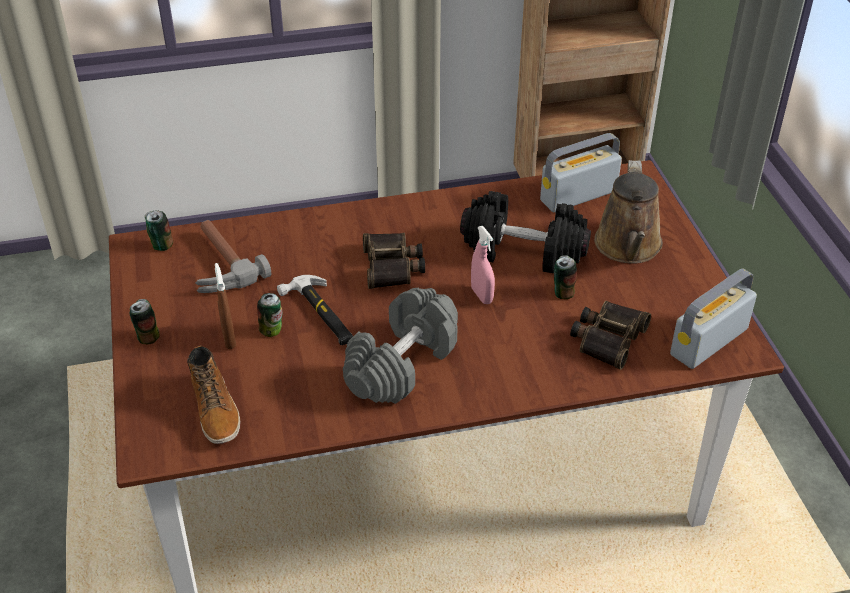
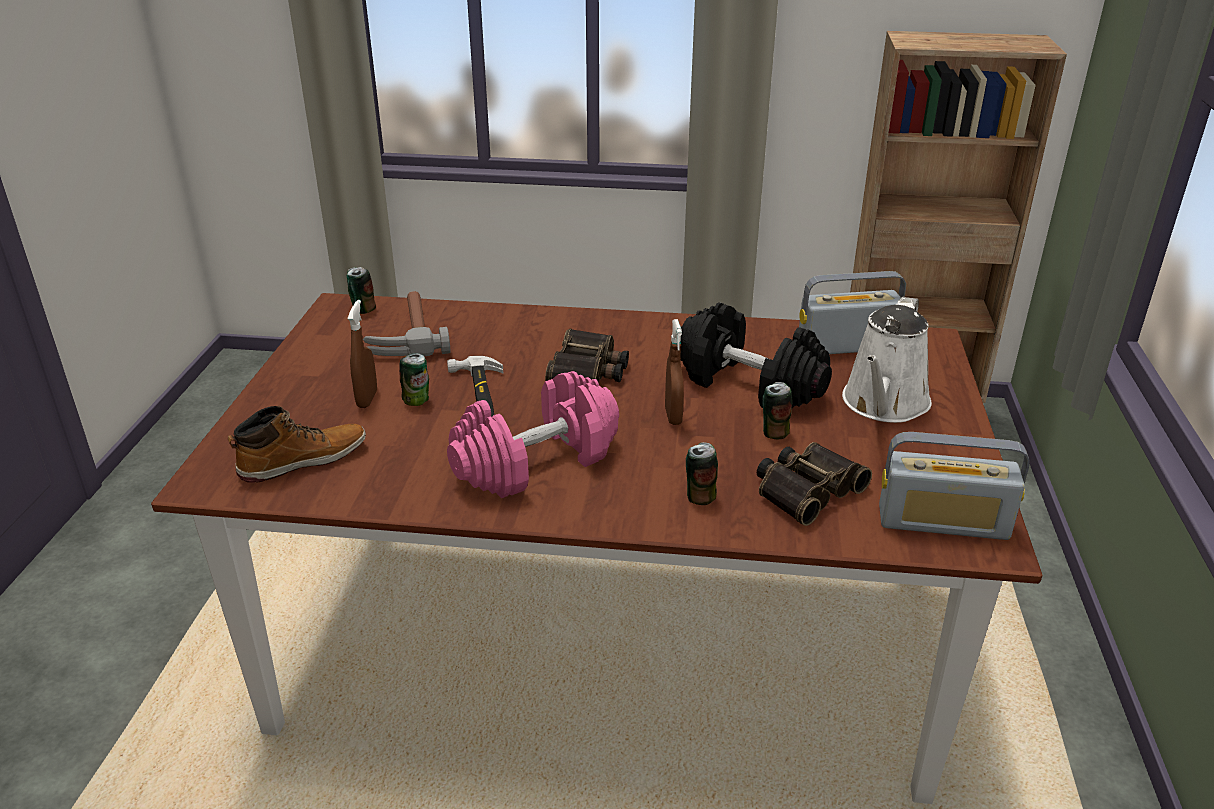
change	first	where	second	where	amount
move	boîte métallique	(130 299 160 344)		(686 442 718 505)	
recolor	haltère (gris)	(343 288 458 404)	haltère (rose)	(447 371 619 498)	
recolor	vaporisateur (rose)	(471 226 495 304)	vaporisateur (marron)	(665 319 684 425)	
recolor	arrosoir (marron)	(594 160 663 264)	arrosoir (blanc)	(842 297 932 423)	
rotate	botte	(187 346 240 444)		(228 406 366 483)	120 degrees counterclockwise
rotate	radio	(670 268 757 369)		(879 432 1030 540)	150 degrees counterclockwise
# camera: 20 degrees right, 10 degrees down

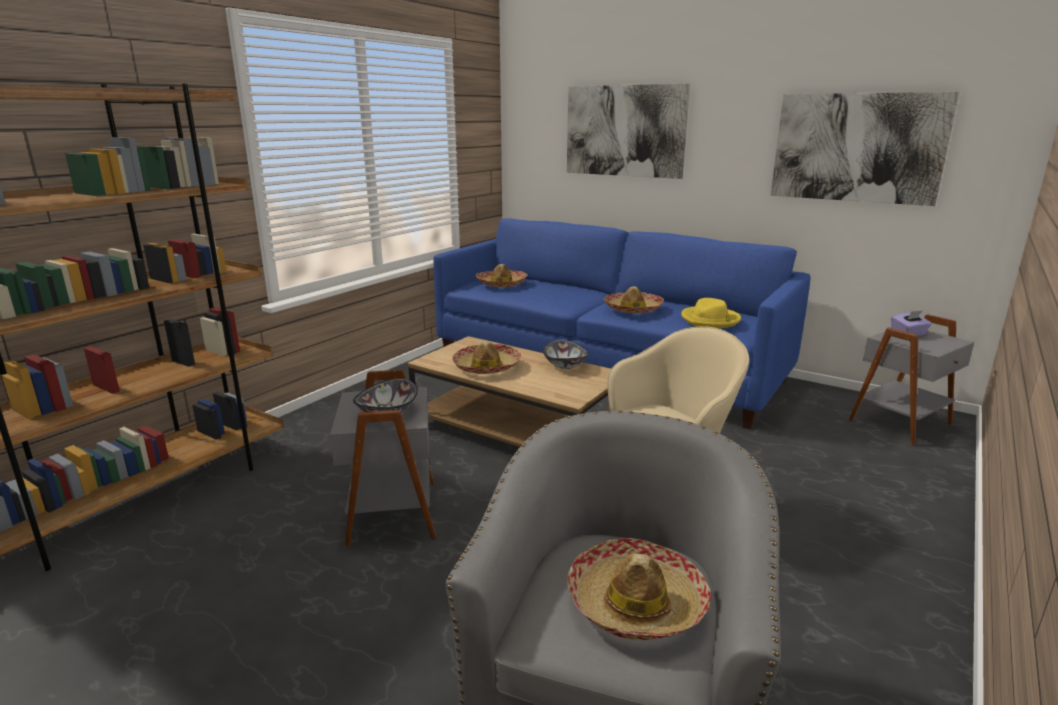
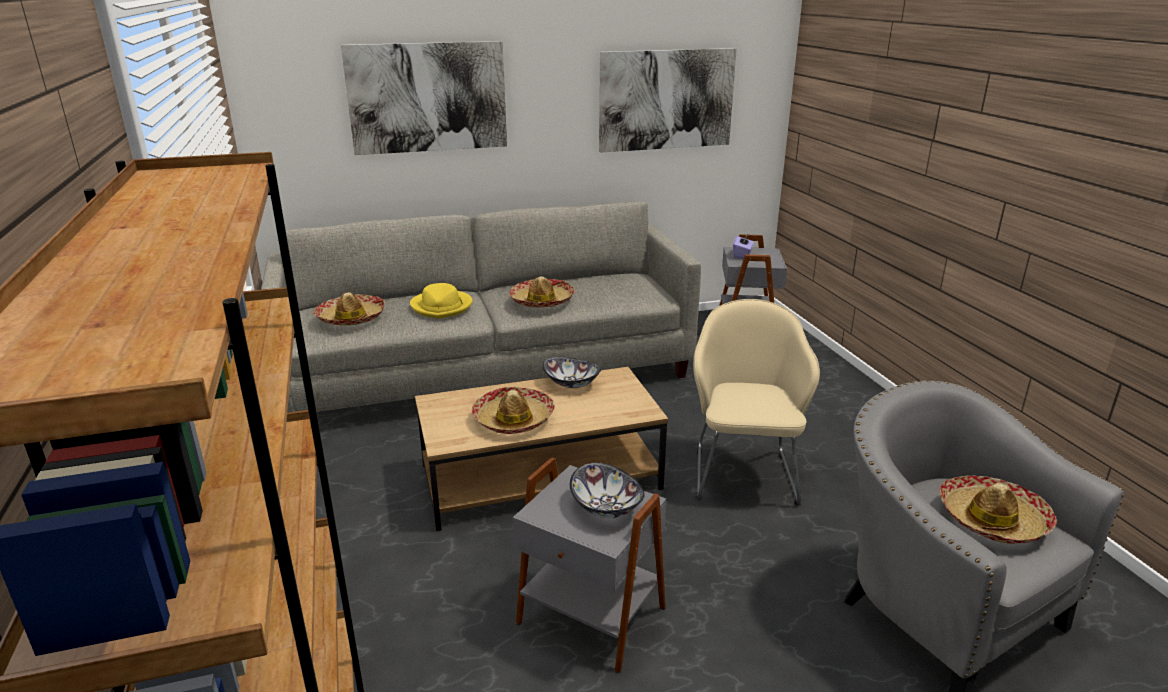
change	first	where	second	where	amount
move	chapeau (jaune)	(681 298 741 328)		(410 283 473 318)	
recolor	canapé (bleu)	(434 218 810 429)	canapé (gris)	(261 201 701 413)	
# camera: 50 degrees left, 5 degrees up

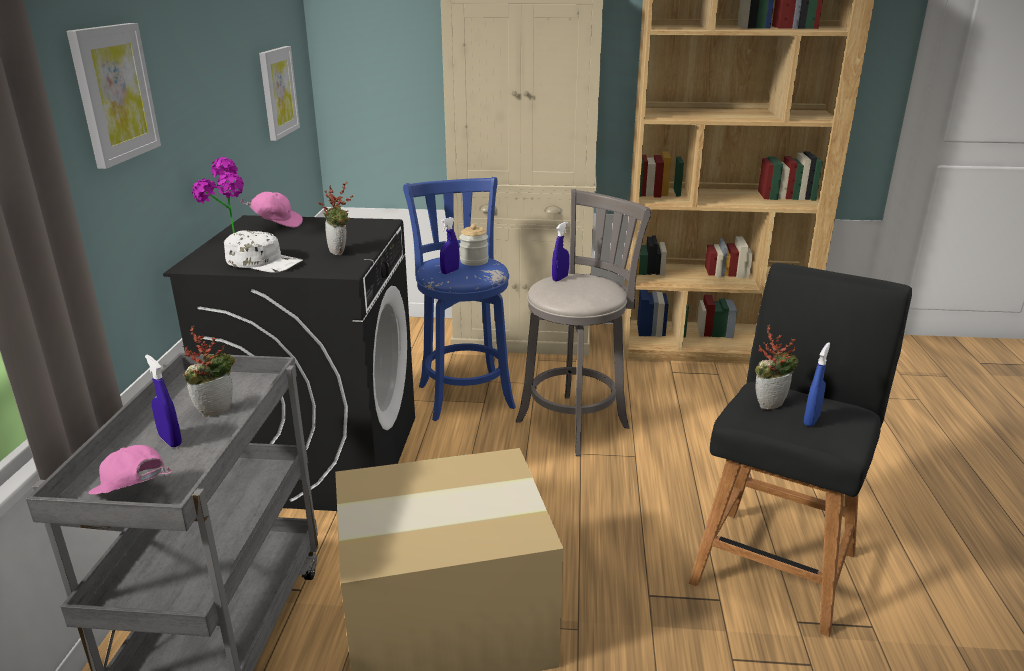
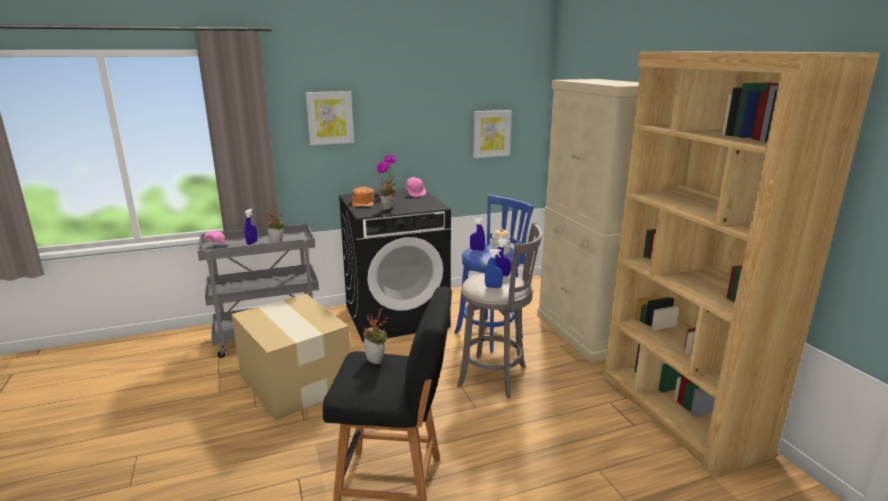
change	first	where	second	where	amount
move	vaporisateur (bleu)	(803 342 830 426)		(485 249 503 288)	
recolor	casquette (blanc)	(224 230 303 273)	casquette (orange)	(352 187 375 207)	
# camera: 65 degrees right, 5 degrees down

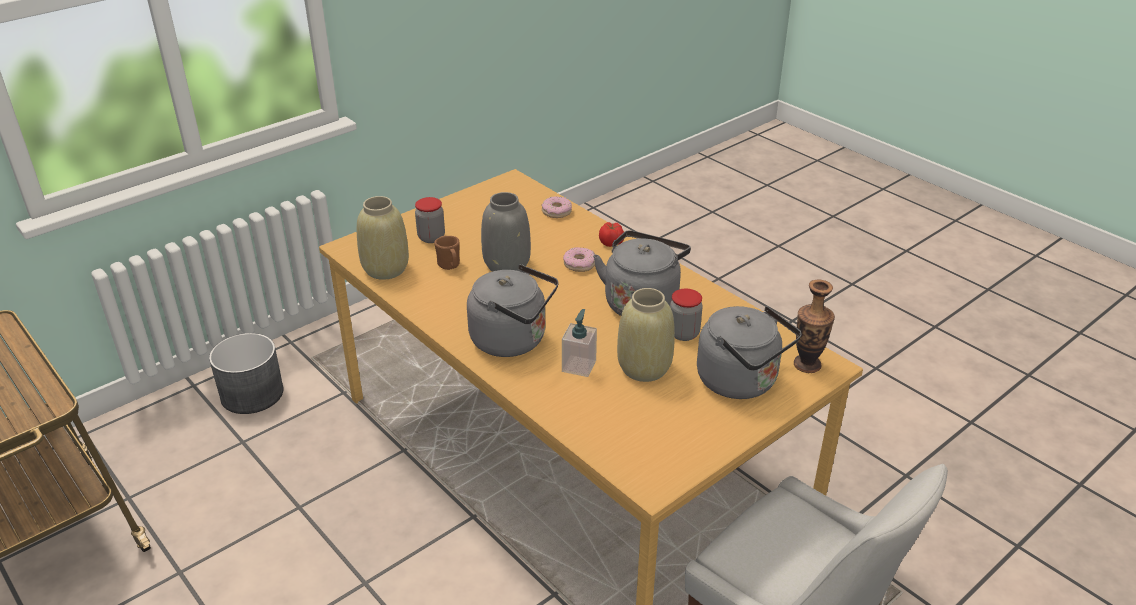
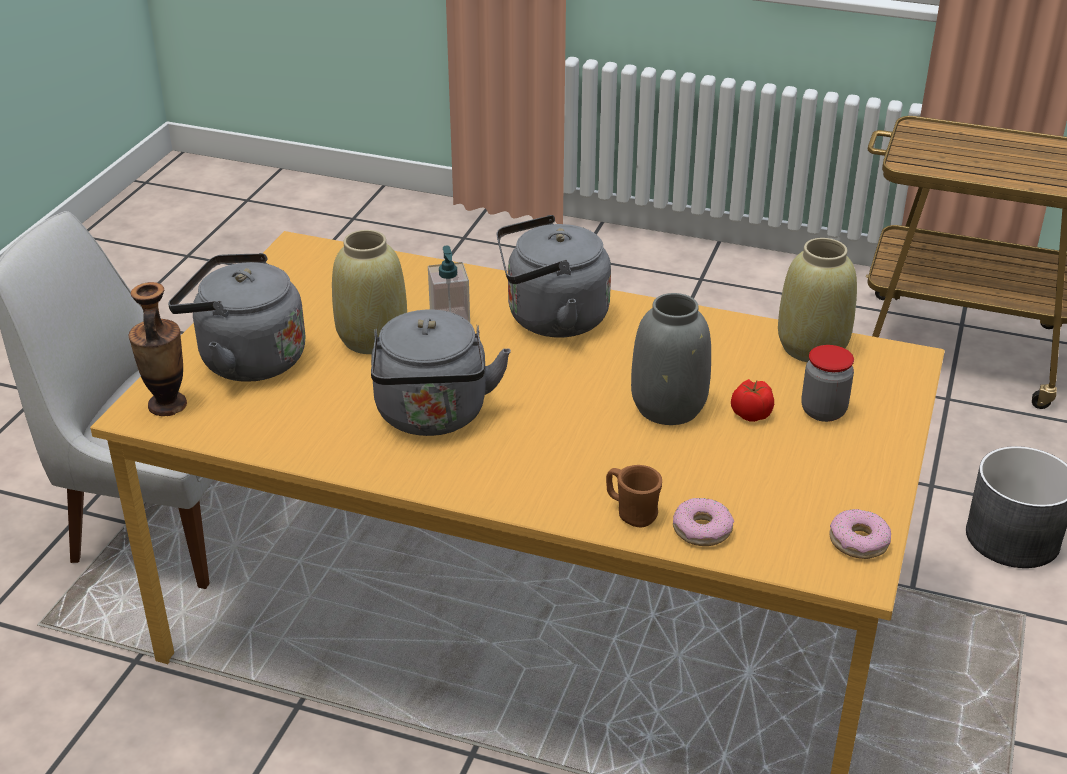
change	first	where	second	where	amount
delete	bocal	(670 289 703 341)			
move	mug (marron)	(434 236 460 270)		(606 465 662 528)	
move	beignet	(563 247 595 272)		(829 509 891 559)	
move	tomate	(599 222 624 247)		(731 379 774 422)	
# camera: 150 degrees right, 0 degrees up

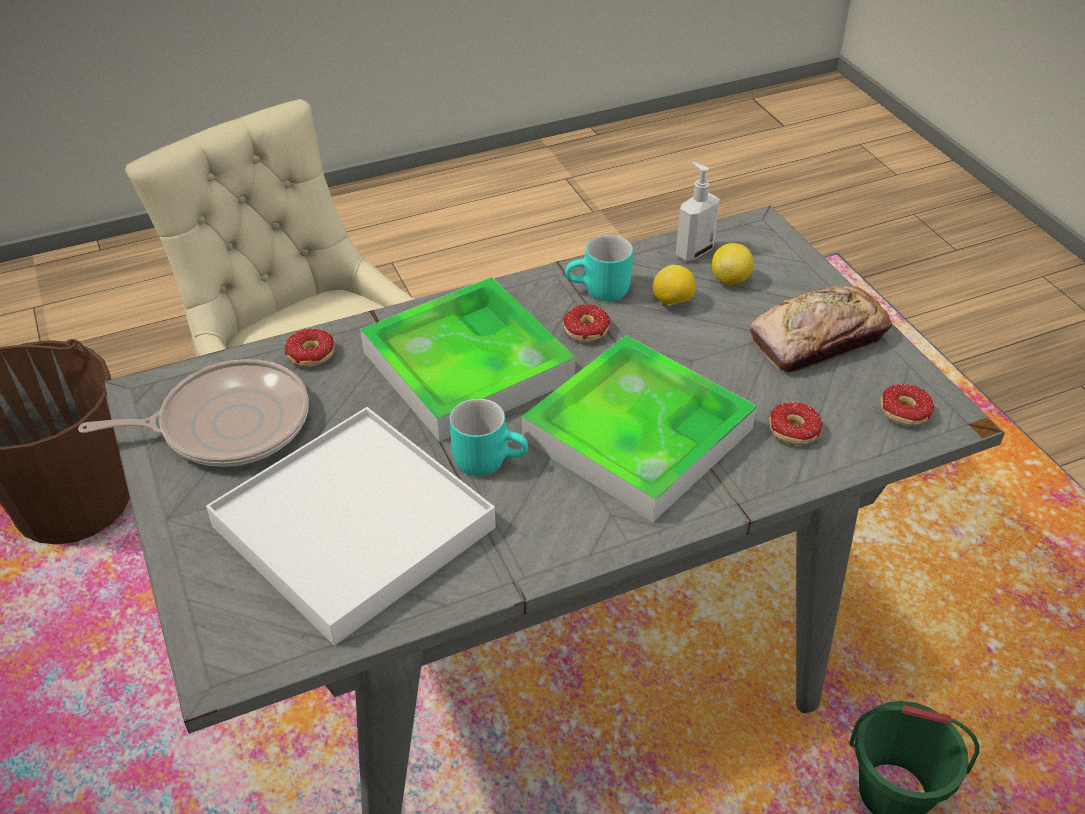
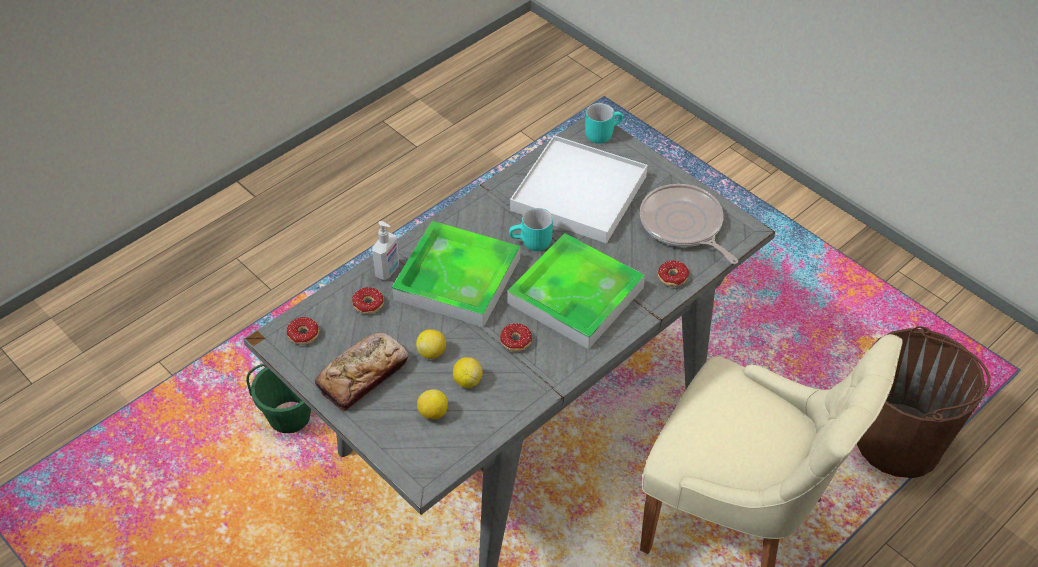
change	first	where	second	where	amount
insert			citron	(416 329 446 359)	
move	mug (turquoise)	(565 235 633 301)		(585 103 623 144)	
move	distributeur de savon	(676 162 720 261)		(372 221 399 280)	
rotate	poêle	(78 359 309 467)		(640 184 738 264)	90 degrees clockwise
# camera: 160 degrees right, 5 degrees up

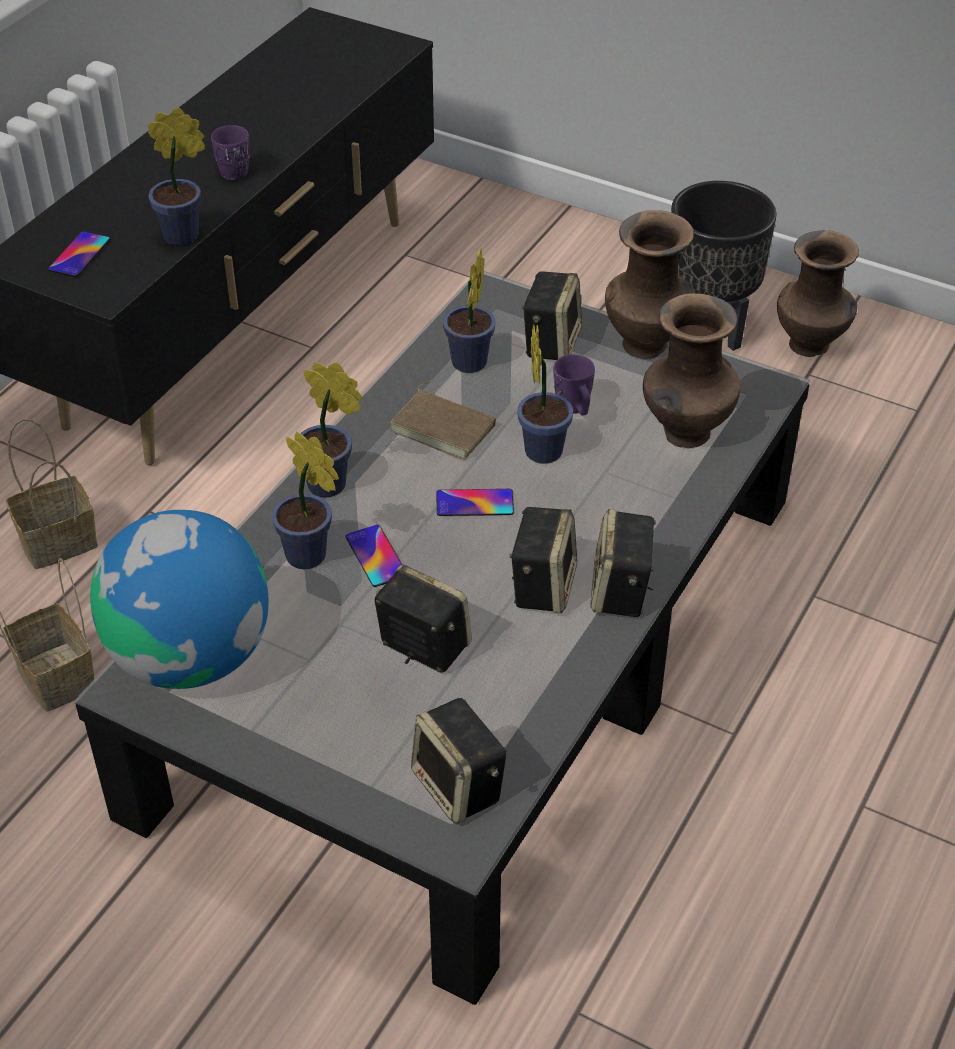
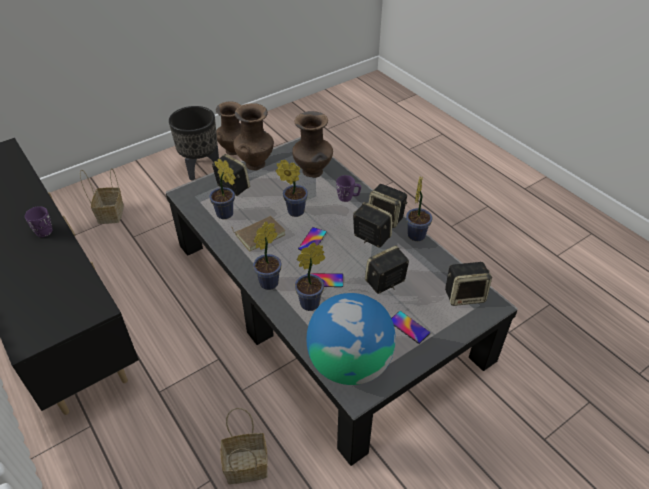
change	first	where	second	where	amount
move	panier	(6 419 98 569)		(80 168 124 224)	
move	téléphone	(48 231 110 277)		(391 311 430 344)	
move	plante en pot	(148 107 205 246)		(406 176 432 241)	
move	mug (violet)	(554 354 595 416)		(336 175 361 202)	
# camera: 65 degrees left, 0 degrees up

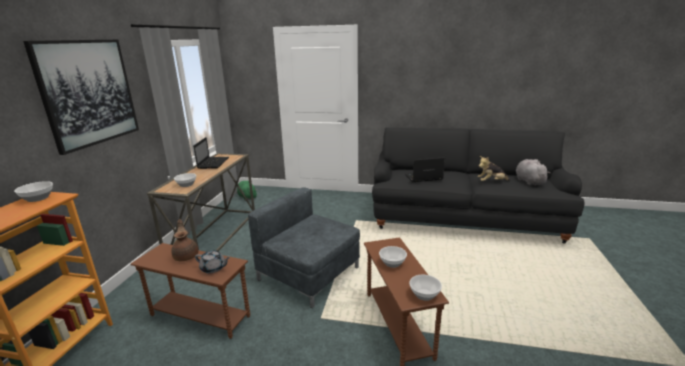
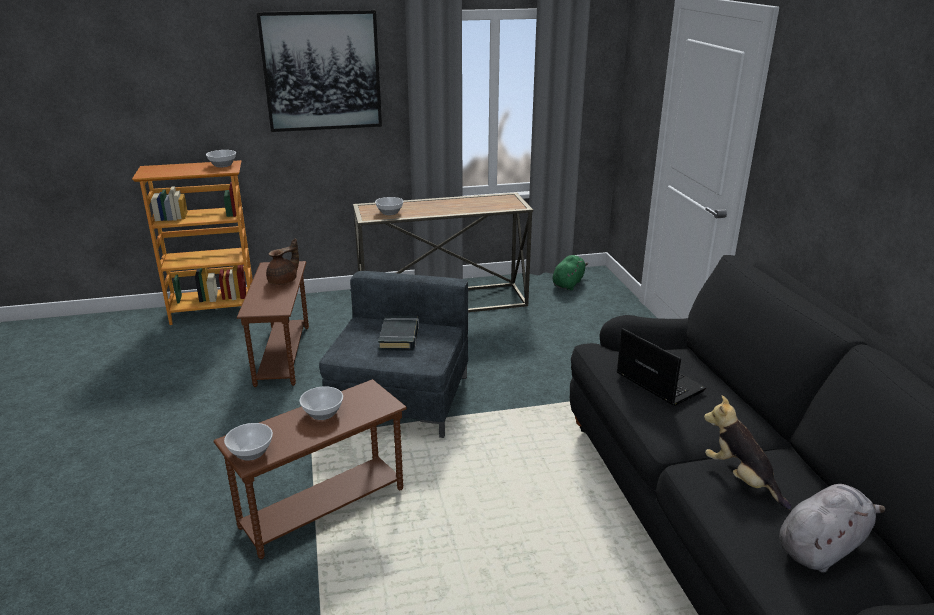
change	first	where	second	where	amount
delete	ordinateur portable	(193 137 229 169)			
delete	théière (gris)	(195 250 230 273)			
insert			livre (noir)	(378 316 419 351)	
# camera: 65 degrees right, 5 degrees up

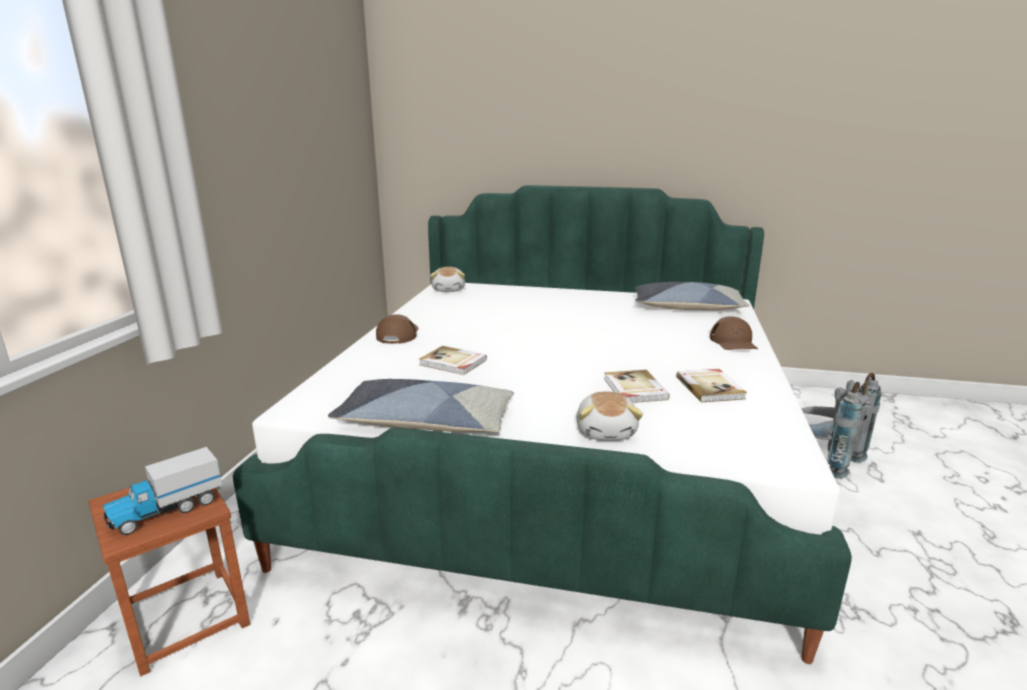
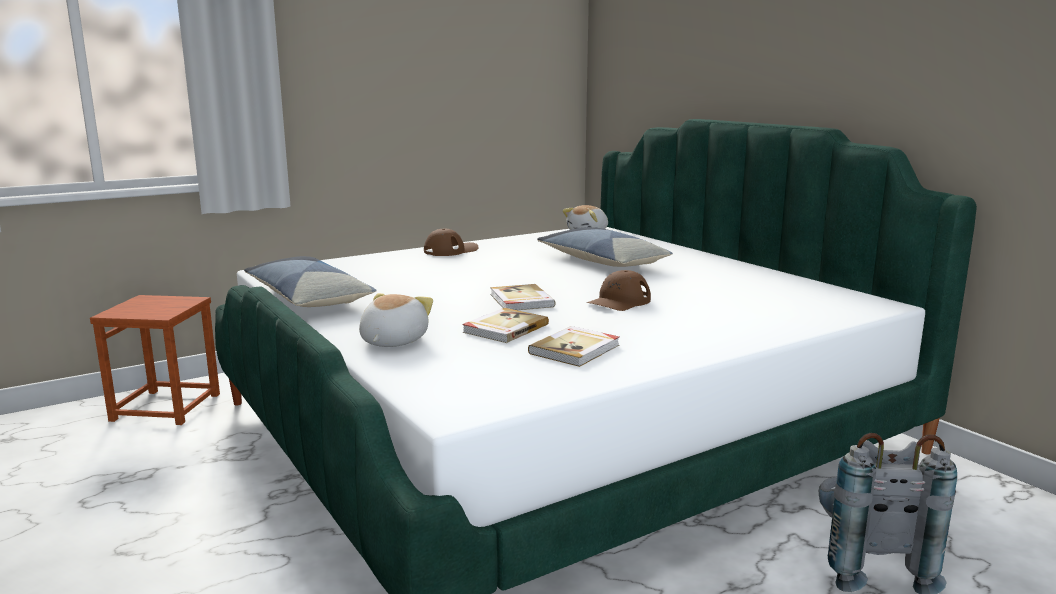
change	first	where	second	where	amount
delete	camion jouet	(103 447 222 535)			
move	livre	(419 346 487 375)		(490 284 555 310)	
move	coussin	(635 282 750 310)		(537 227 673 267)	
move	casquette (marron)	(710 317 758 350)		(587 270 651 311)	
rotate	peluche	(576 391 643 440)		(359 293 433 347)	150 degrees clockwise
# camera: 45 degrees right, 5 degrees down

